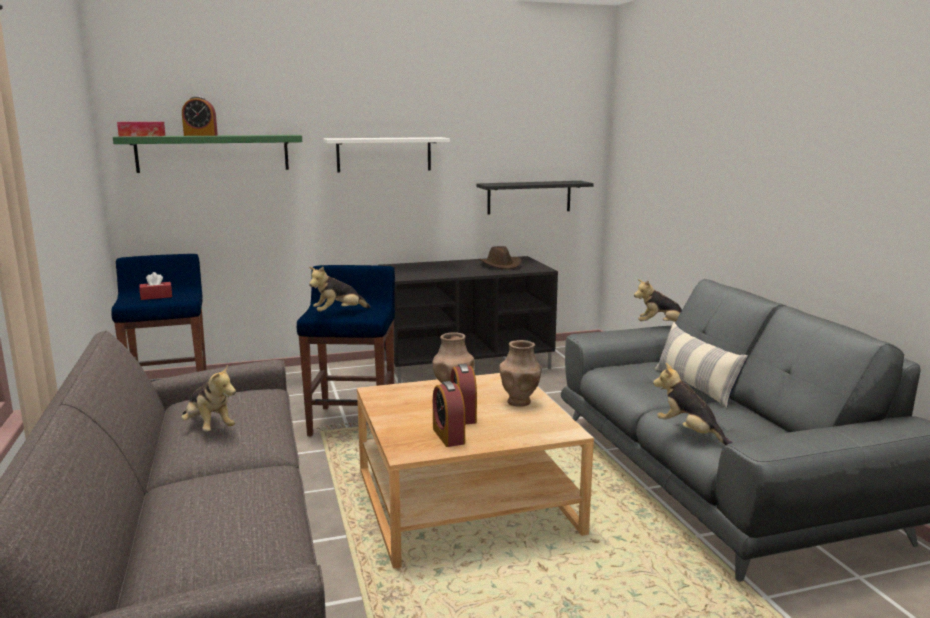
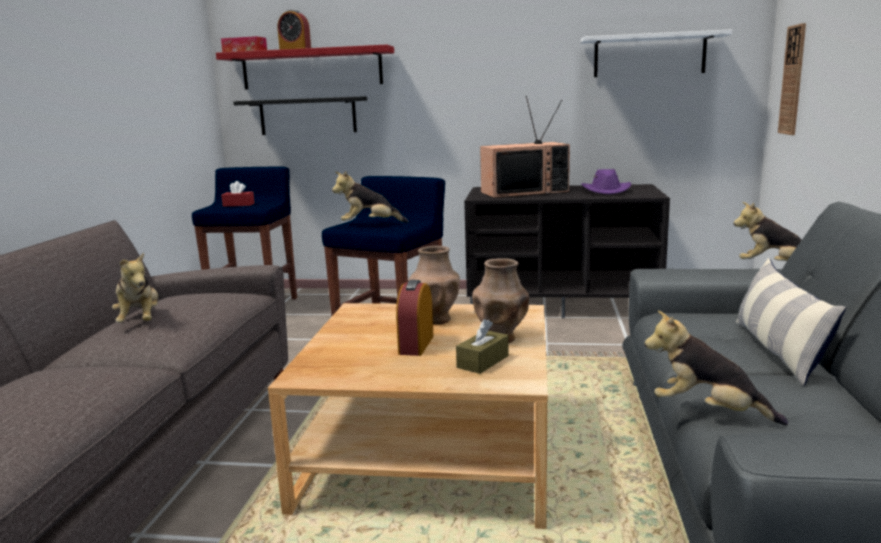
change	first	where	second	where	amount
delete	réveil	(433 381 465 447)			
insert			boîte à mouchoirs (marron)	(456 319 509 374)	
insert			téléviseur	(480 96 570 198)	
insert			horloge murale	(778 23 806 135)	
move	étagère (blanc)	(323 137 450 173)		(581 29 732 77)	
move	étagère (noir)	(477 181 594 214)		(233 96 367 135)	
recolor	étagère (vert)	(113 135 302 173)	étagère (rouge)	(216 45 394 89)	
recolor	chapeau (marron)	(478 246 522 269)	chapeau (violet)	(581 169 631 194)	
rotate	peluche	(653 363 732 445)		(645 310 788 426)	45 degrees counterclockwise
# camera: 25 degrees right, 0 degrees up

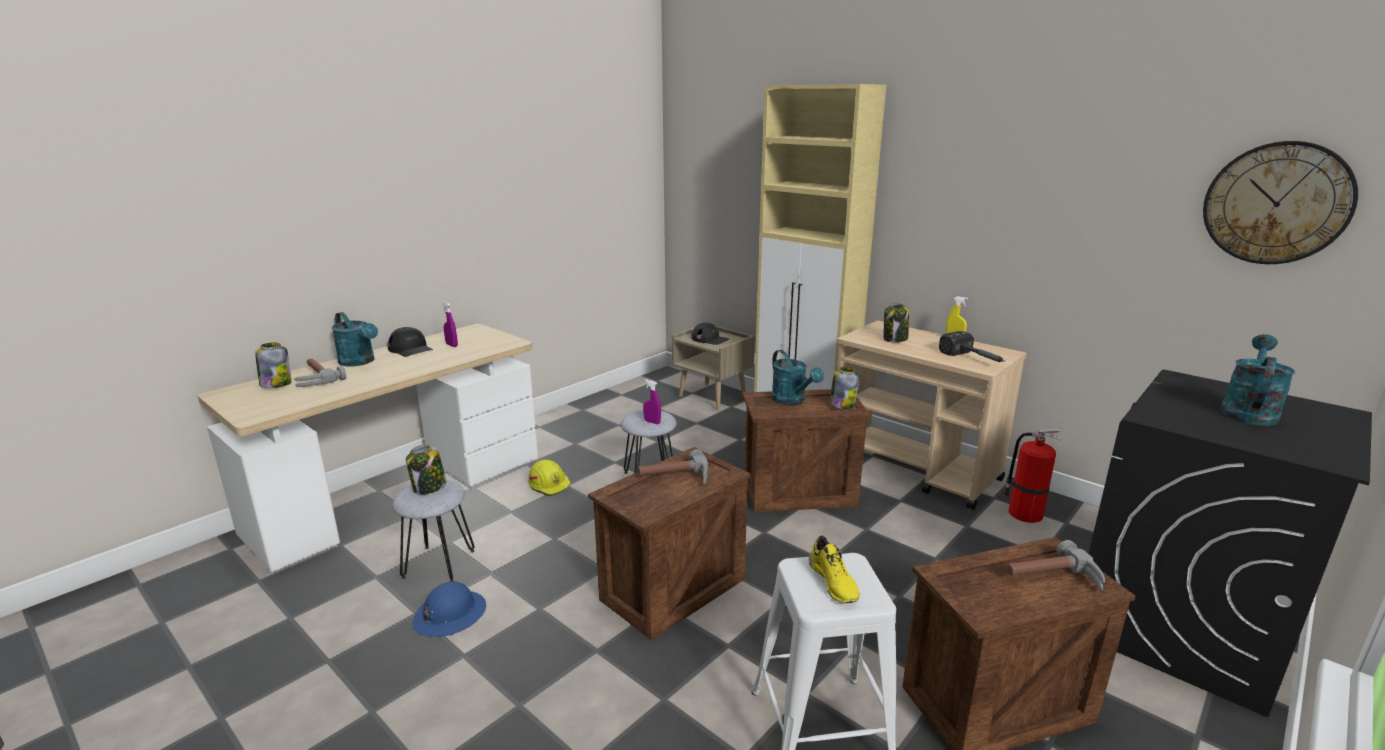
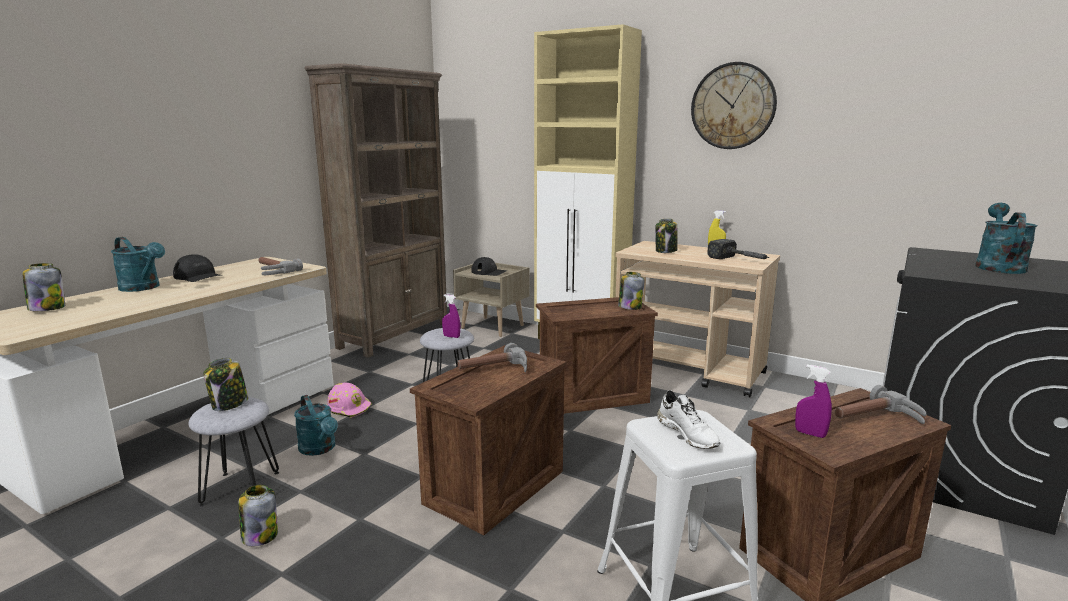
change	first	where	second	where	amount
delete	extincteur	(1003 428 1061 523)			
insert			bibliothèque (marron)	(304 63 447 358)	
move	marteau	(294 358 346 387)		(258 257 303 275)	
move	vaporisateur (violet)	(442 301 458 347)		(795 364 832 438)	
move	arrosoir (turquoise)	(771 350 824 405)		(294 395 338 456)	
move	horloge murale	(1203 141 1358 264)		(691 62 777 149)	
replace	casque de chantier (bleu)	(412 581 486 637)	bocal	(238 485 278 546)	
recolor	casque de chantier (jaune)	(528 460 571 497)	casque de chantier (rose)	(327 383 372 418)	
recolor	chaussure (jaune)	(809 535 860 603)	chaussure (blanc)	(657 390 721 449)	
# camera: 10 degrees left, 5 degrees down

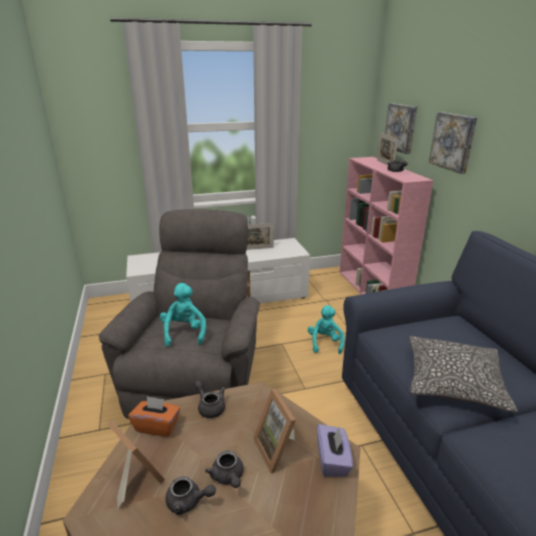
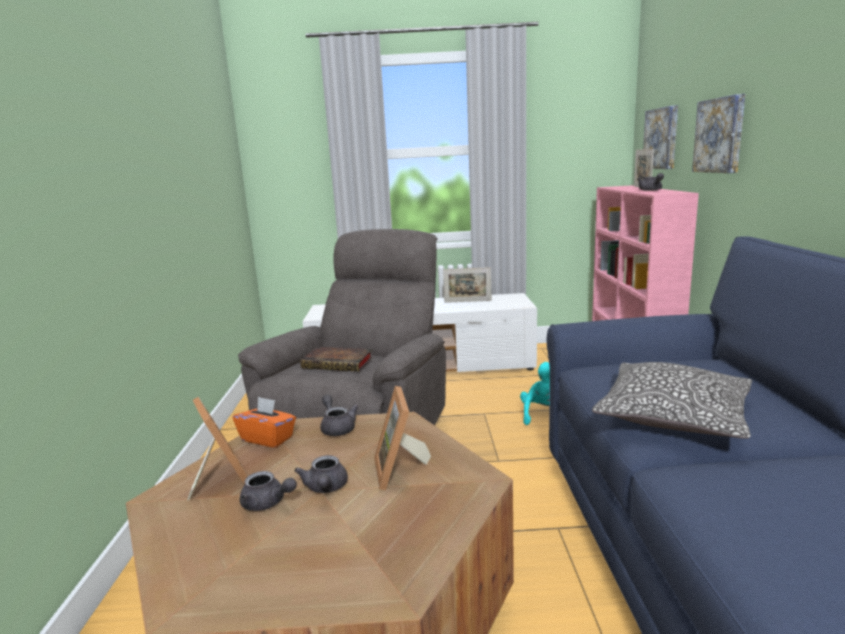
change	first	where	second	where	amount
delete	boîte à mouchoirs (violet)	(317 424 353 477)			
replace	peluche (turquoise)	(160 283 206 347)	livre	(300 347 373 372)	
# camera: 15 degrees right, 10 degrees down

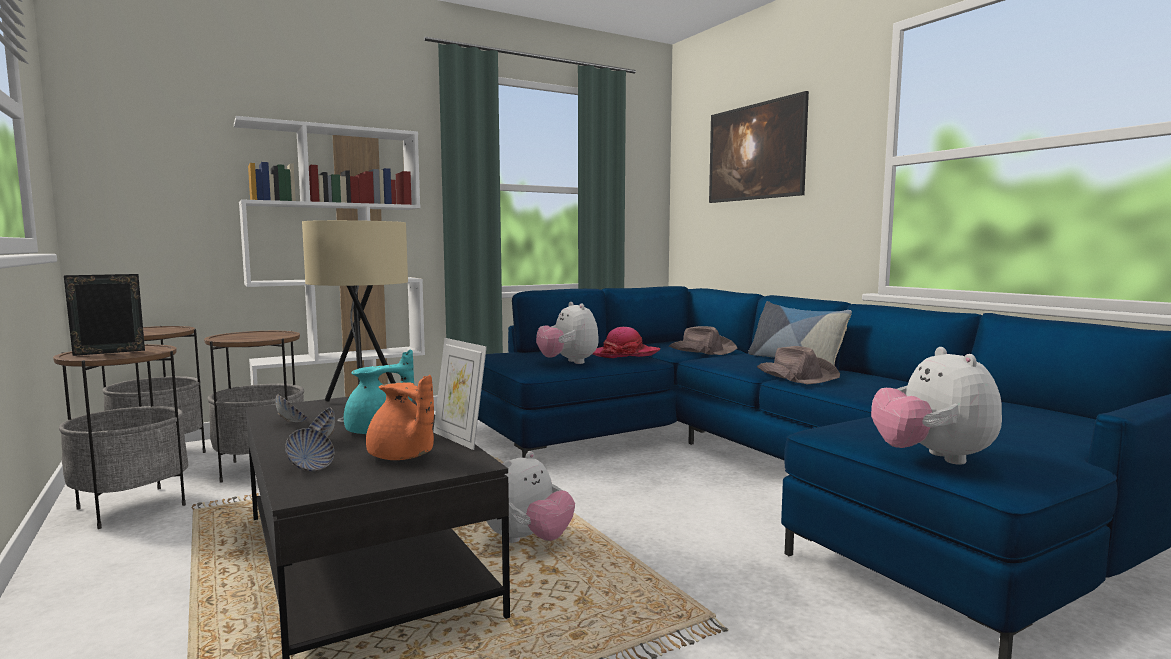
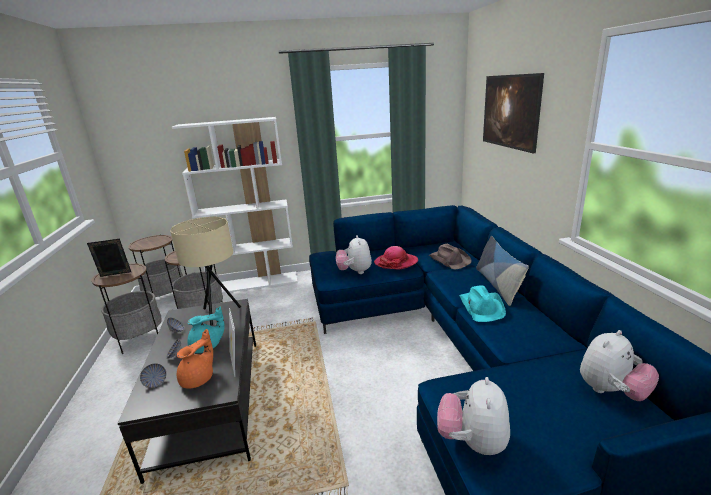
change	first	where	second	where	amount
move	peluche	(487 451 575 543)		(580 330 659 401)	
recolor	chapeau (marron)	(757 346 840 384)	chapeau (turquoise)	(459 286 506 322)	
rotate	théière (orange)	(366 375 434 460)		(177 329 213 389)	120 degrees counterclockwise
# camera: 20 degrees right, 15 degrees up

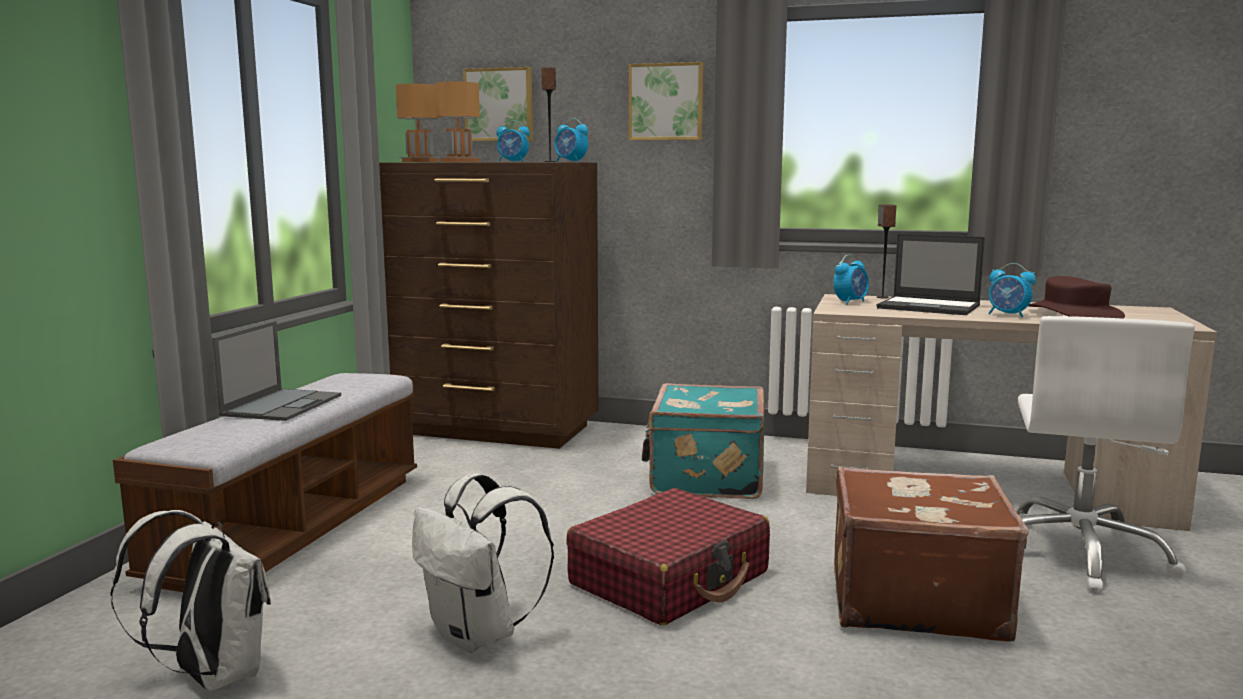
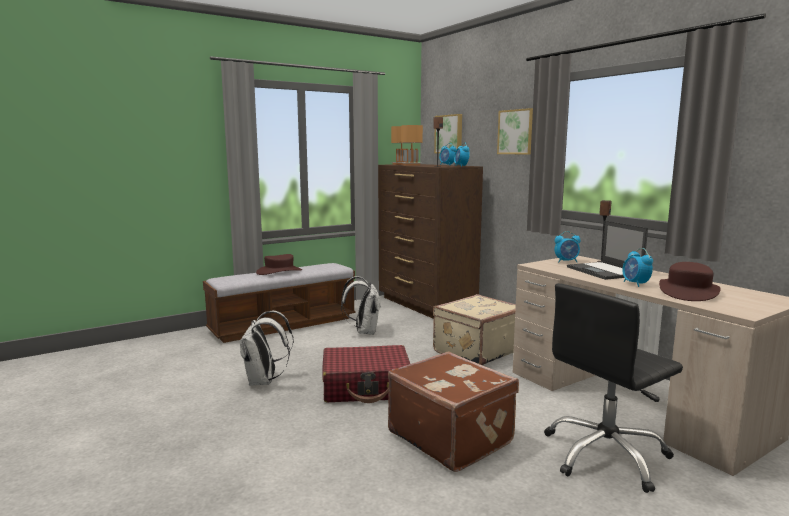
change	first	where	second	where	amount
move	sac à dos (blanc)	(110 510 271 691)		(341 276 381 335)	
replace	ordinateur portable	(212 321 341 421)	chapeau (marron)	(256 254 302 275)	
recolor	valise (turquoise)	(642 383 765 499)	valise (beige)	(433 294 516 365)	
recolor	chaise de bureau (blanc)	(1017 316 1195 593)	chaise de bureau (noir)	(544 283 683 493)	
# camera: 40 degrees right, 0 degrees up

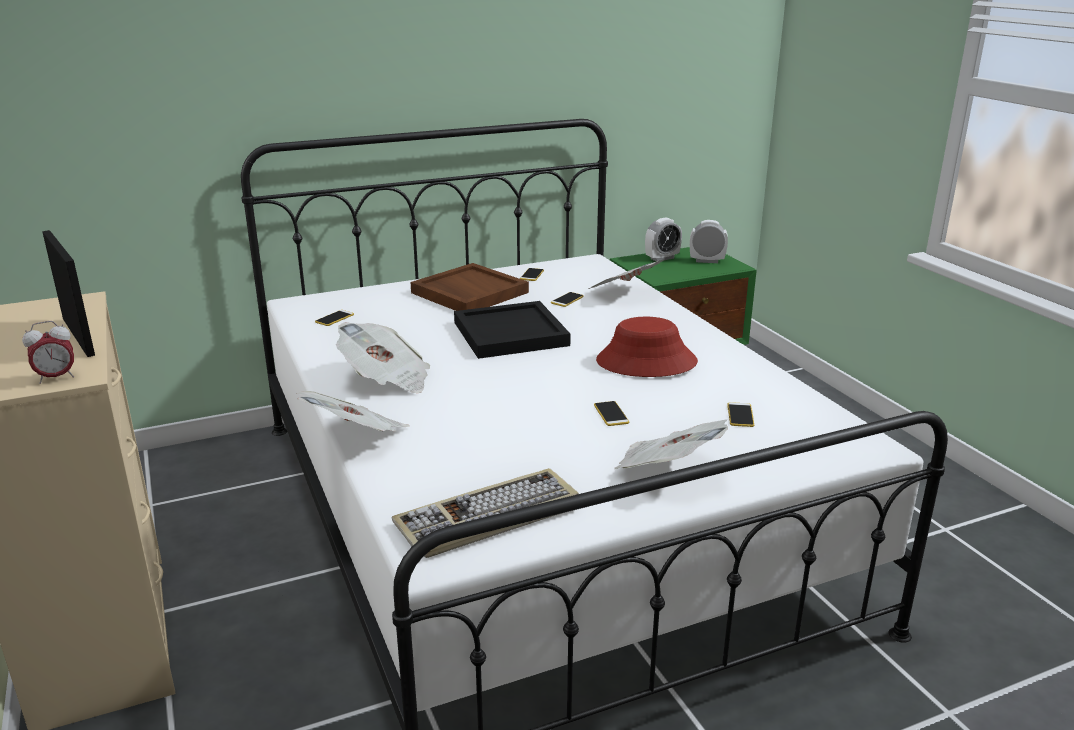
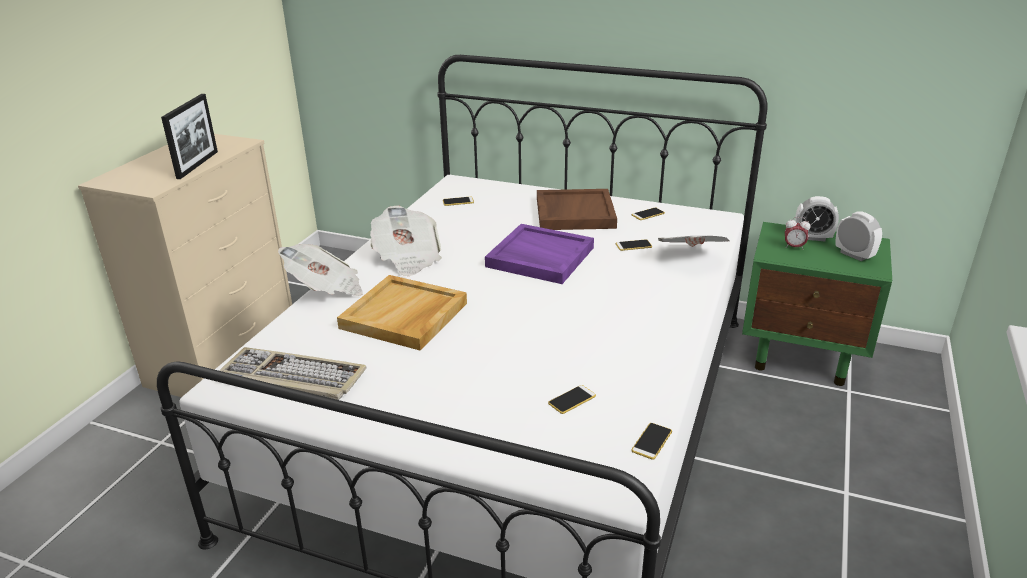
change	first	where	second	where	amount
delete	chapeau (rouge)	(596 317 698 377)			
delete	journal	(614 419 728 469)			
insert			plateau (beige)	(337 275 467 351)	
move	réveil	(22 321 74 384)		(785 217 810 249)	
move	téléphone	(594 401 629 426)		(631 423 672 460)	
recolor	plateau (noir)	(454 301 571 359)	plateau (violet)	(485 224 594 284)	
# camera: 45 degrees right, 5 degrees up

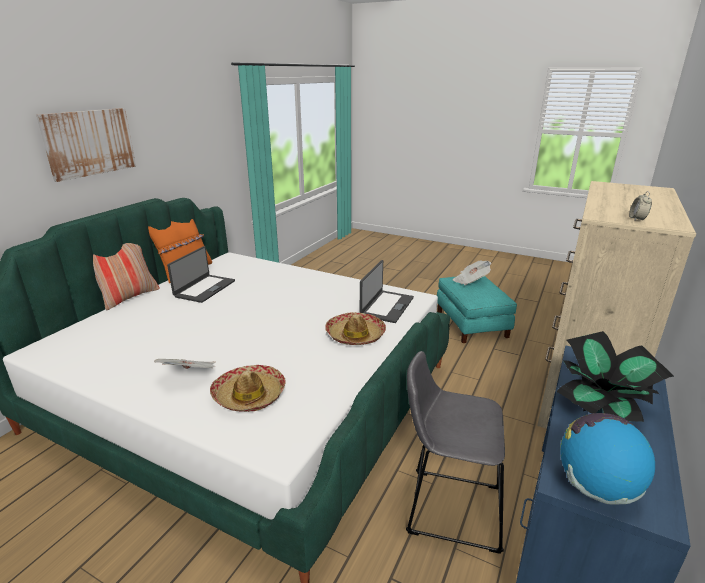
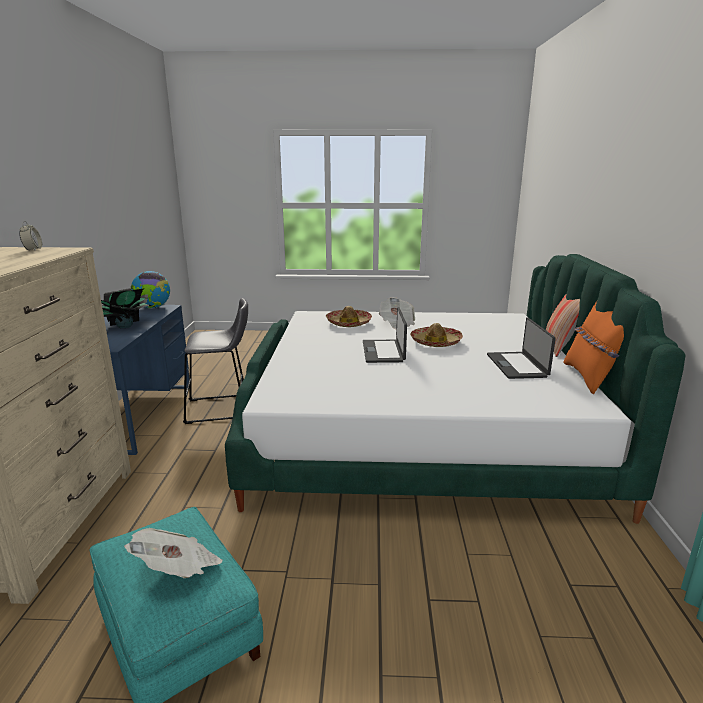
change	first	where	second	where	amount
delete	tableau	(36 108 136 182)			
move	chapeau	(326 312 386 345)		(410 323 463 347)	
move	ordinateur portable	(360 260 414 323)		(363 307 407 363)	
# camera: 155 degrees right, 5 degrees down

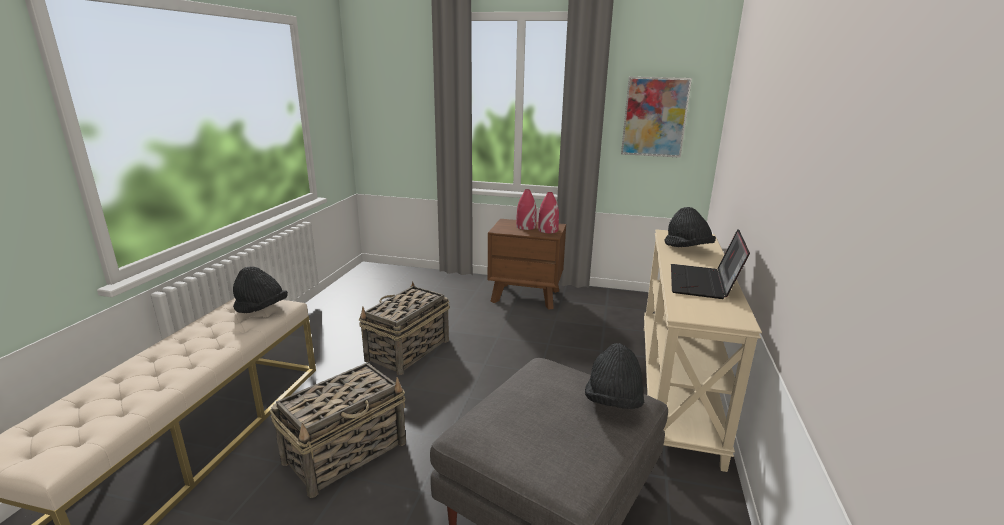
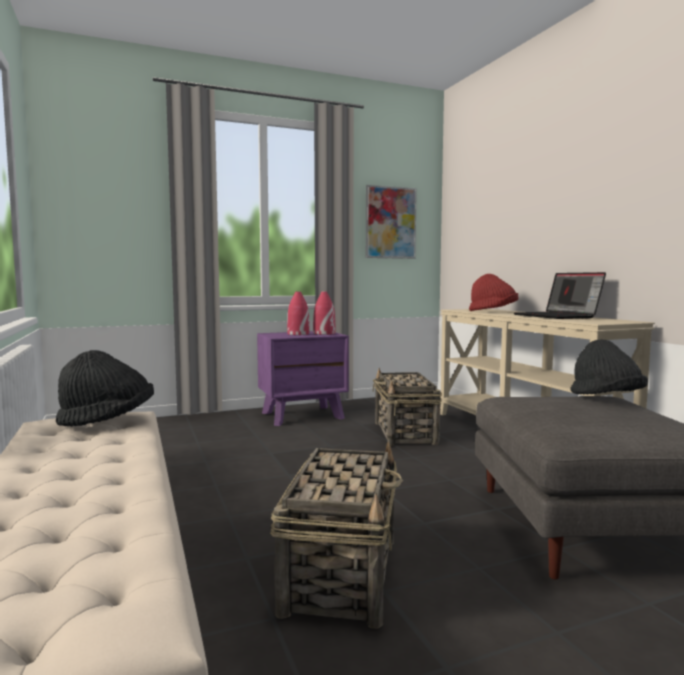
change	first	where	second	where	amount
move	panier	(359 281 450 375)		(373 368 442 446)	
recolor	table de chevet (marron)	(488 219 566 310)	table de chevet (violet)	(257 331 349 426)	
recolor	chapeau (noir)	(665 207 716 247)	chapeau (rouge)	(469 274 518 311)	
# camera: 35 degrees left, 15 degrees down

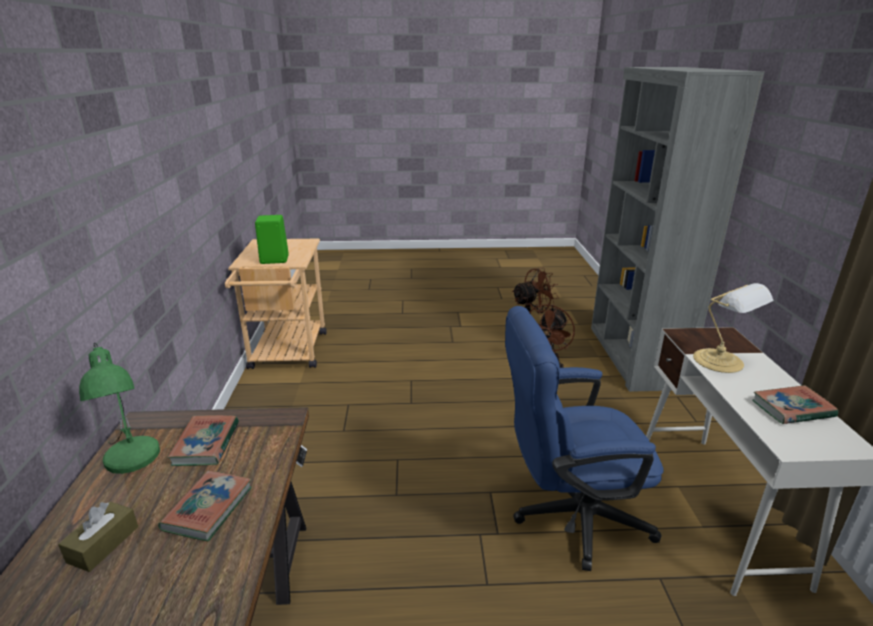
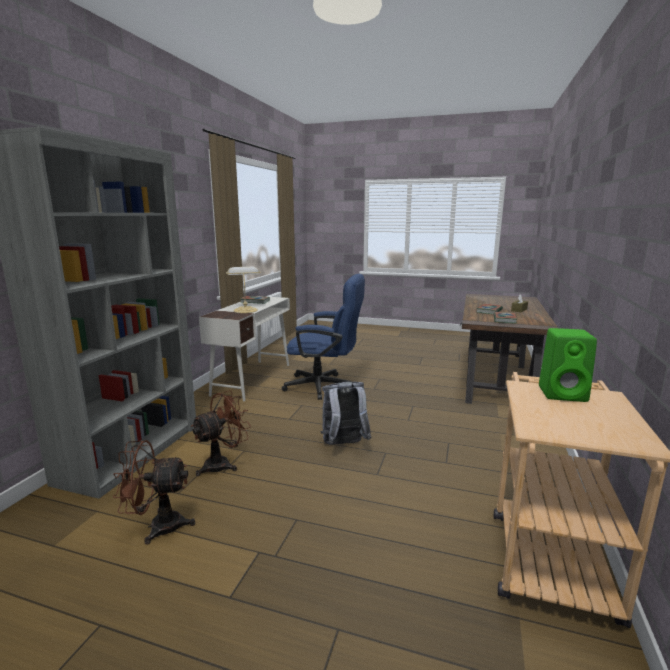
change	first	where	second	where	amount
delete	lampe de table (vert)	(79 343 160 474)			
insert			sac à dos (gris)	(320 382 372 445)	
# camera: 160 degrees left, 10 degrees down

